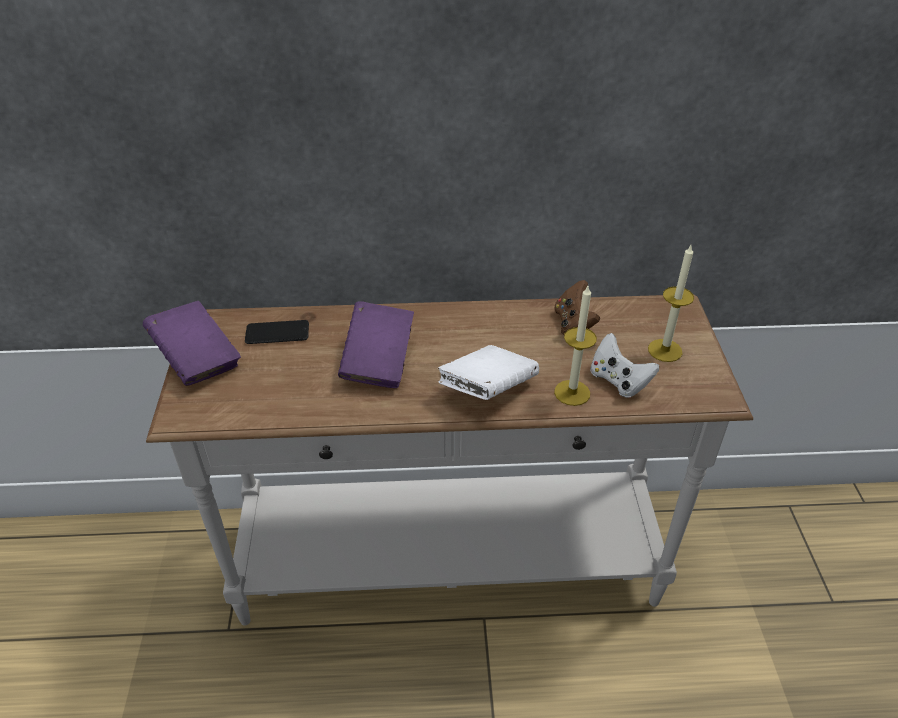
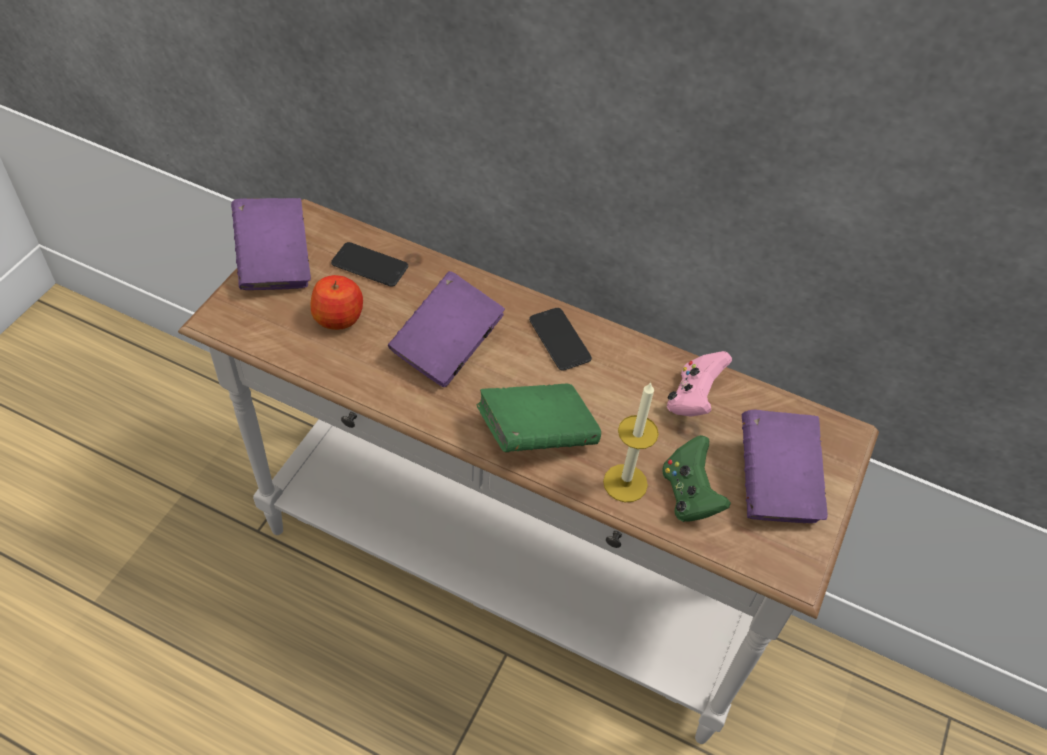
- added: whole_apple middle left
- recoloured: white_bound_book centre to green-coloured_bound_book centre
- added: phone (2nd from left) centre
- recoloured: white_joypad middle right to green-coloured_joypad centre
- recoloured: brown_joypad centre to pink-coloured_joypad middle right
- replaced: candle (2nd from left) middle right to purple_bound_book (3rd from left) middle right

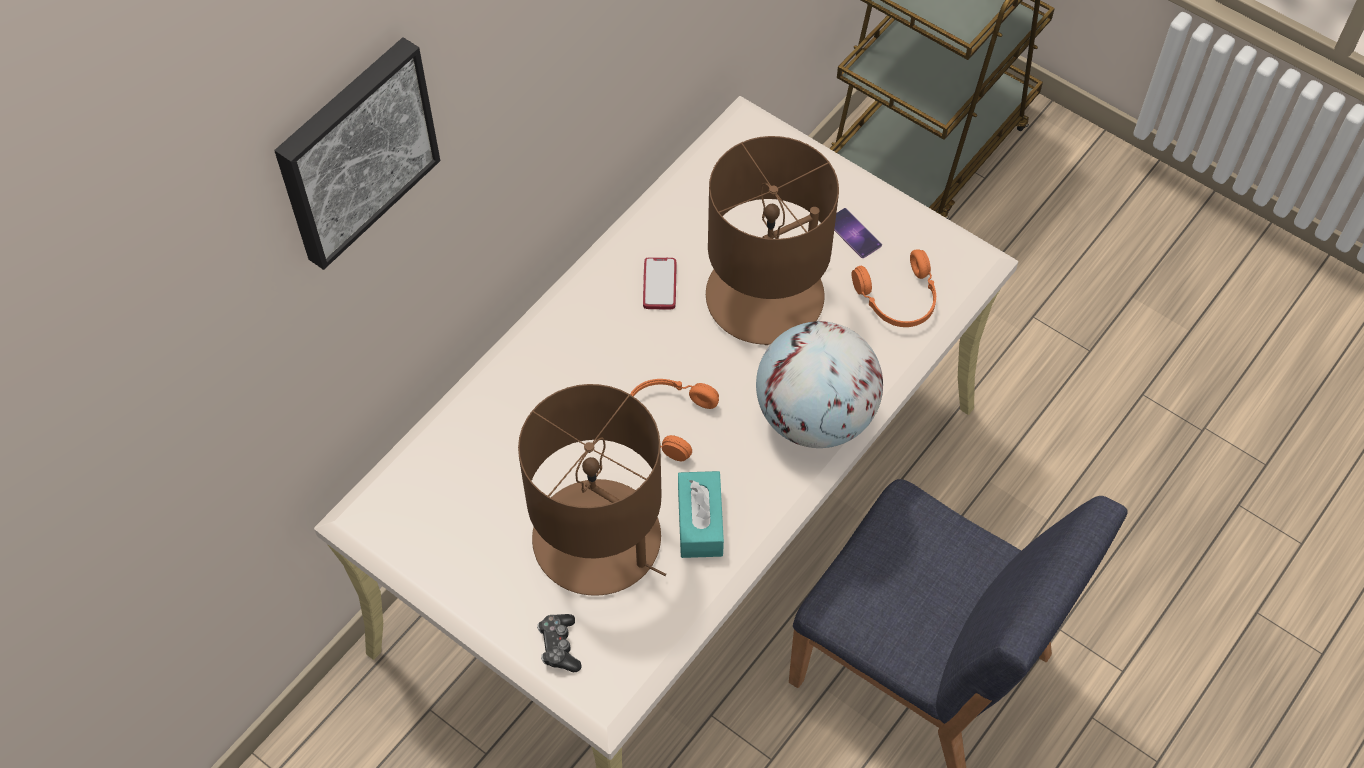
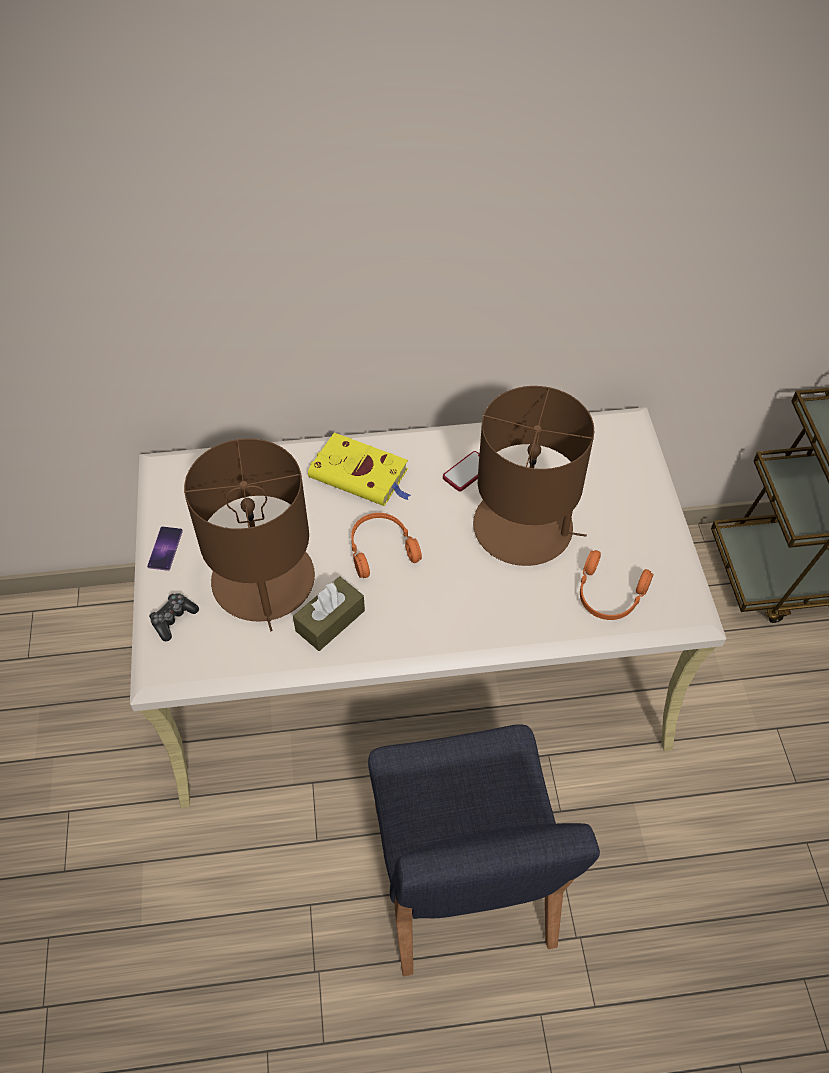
- moved: phone (2nd from left in the first image) top centre to phone (1st from left) middle left
- recoloured: turquoise_tissue_holder bottom centre to brown_tissue_holder centre
- added: yellow_bound_book centre
- removed: wall_picture top left
- removed: globe centre

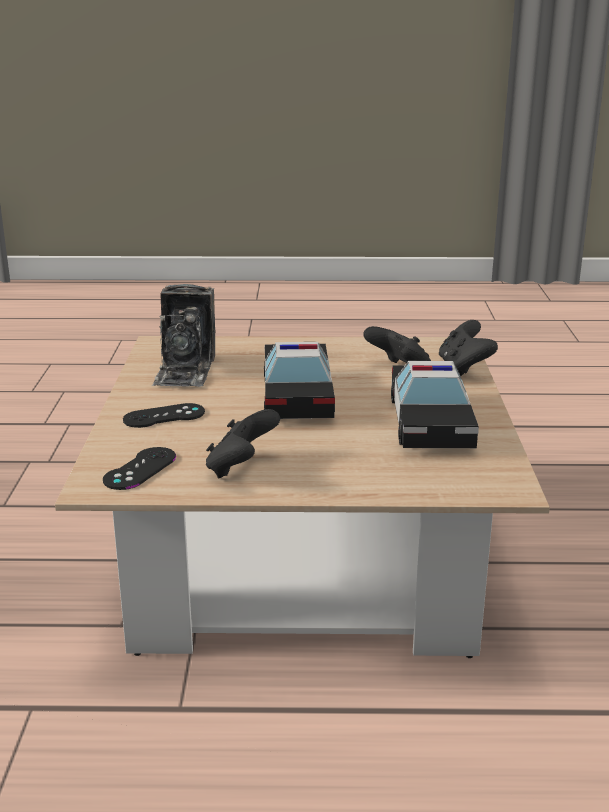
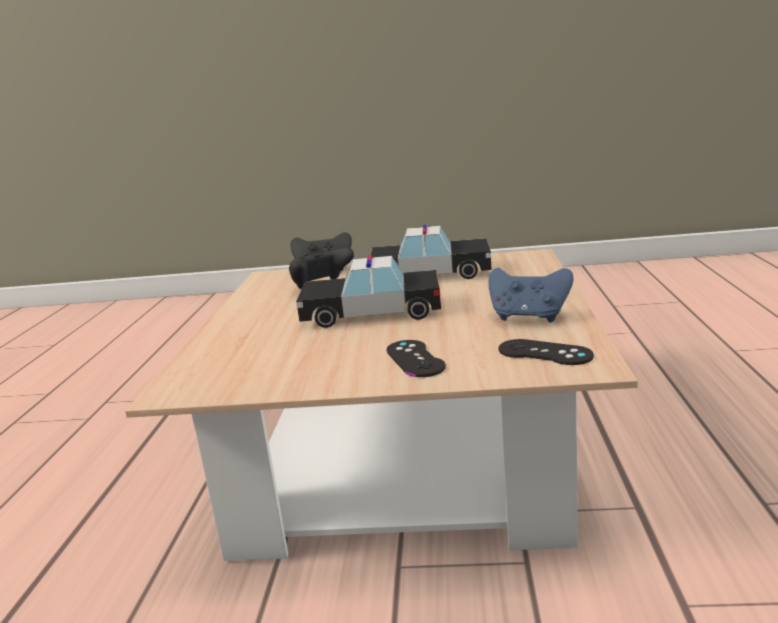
- recoloured: black_joypad (3rd from left) centre to bluish_joypad middle right
- removed: photo_camera middle left

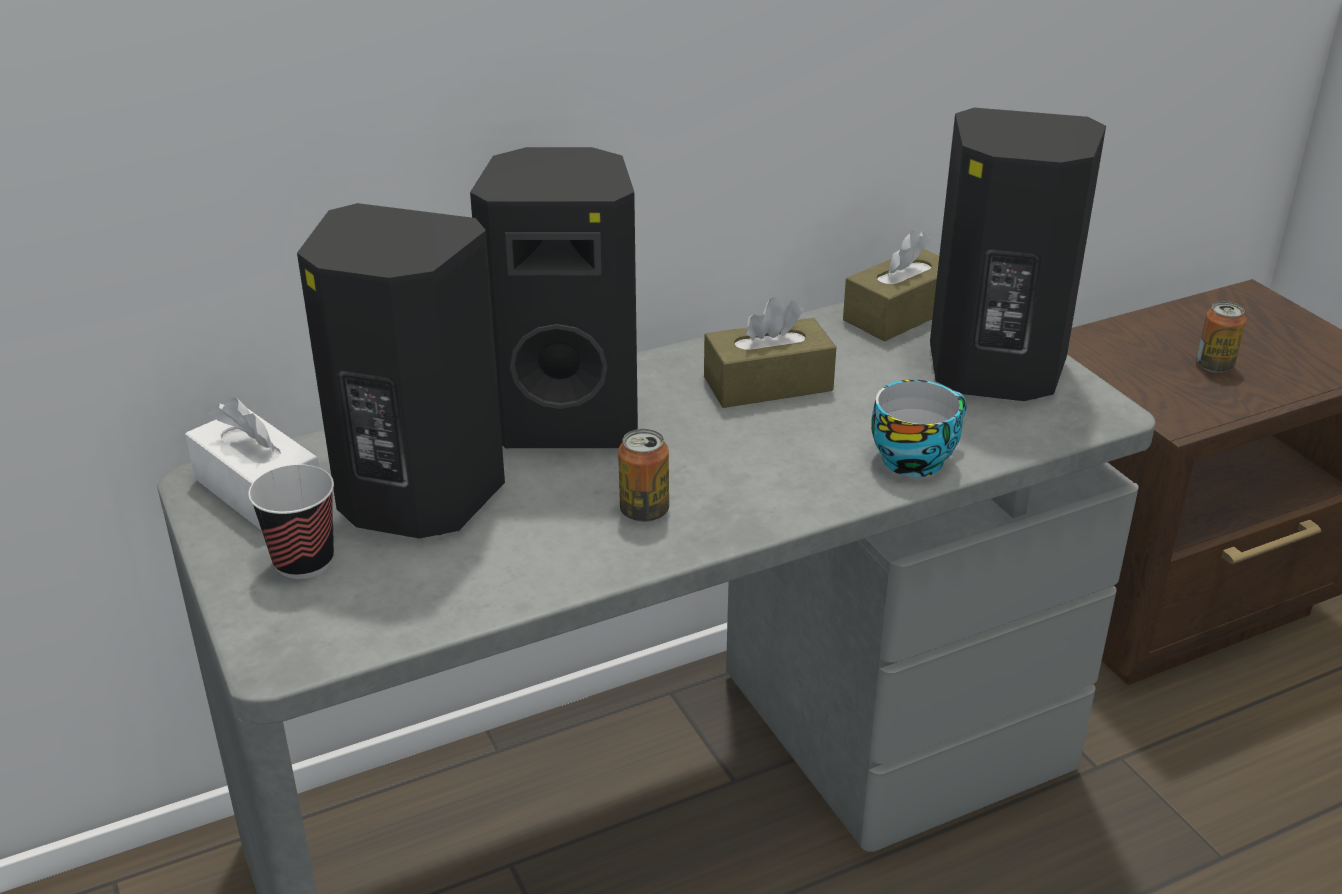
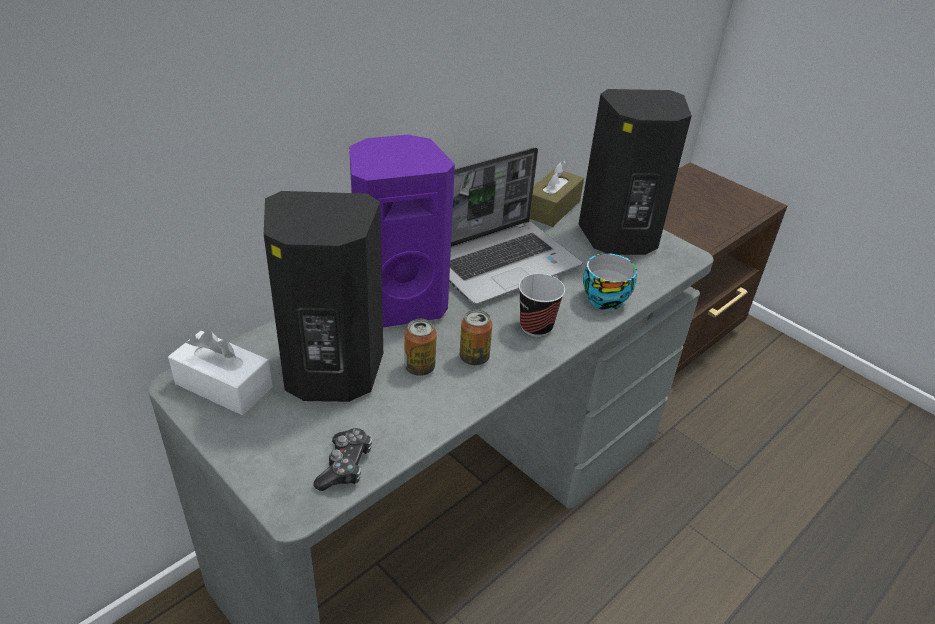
- added: joypad bottom centre
- recoloured: black_loudspeaker (2nd from left) top centre to purple_loudspeaker centre
- moved: metal_can (2nd from left in the first image) middle right to metal_can (1st from left) centre
- replaced: brown_tissue_holder (1st from left) centre to notebook_computer centre
- moved: small_cup (1st from left) middle left to centre

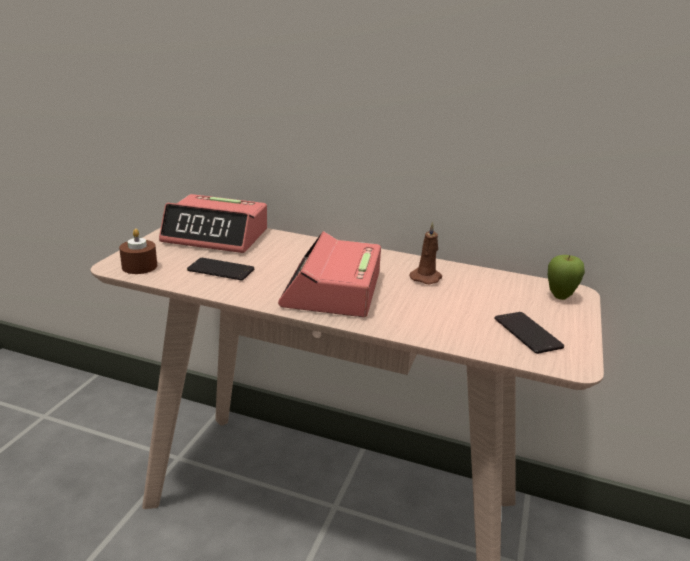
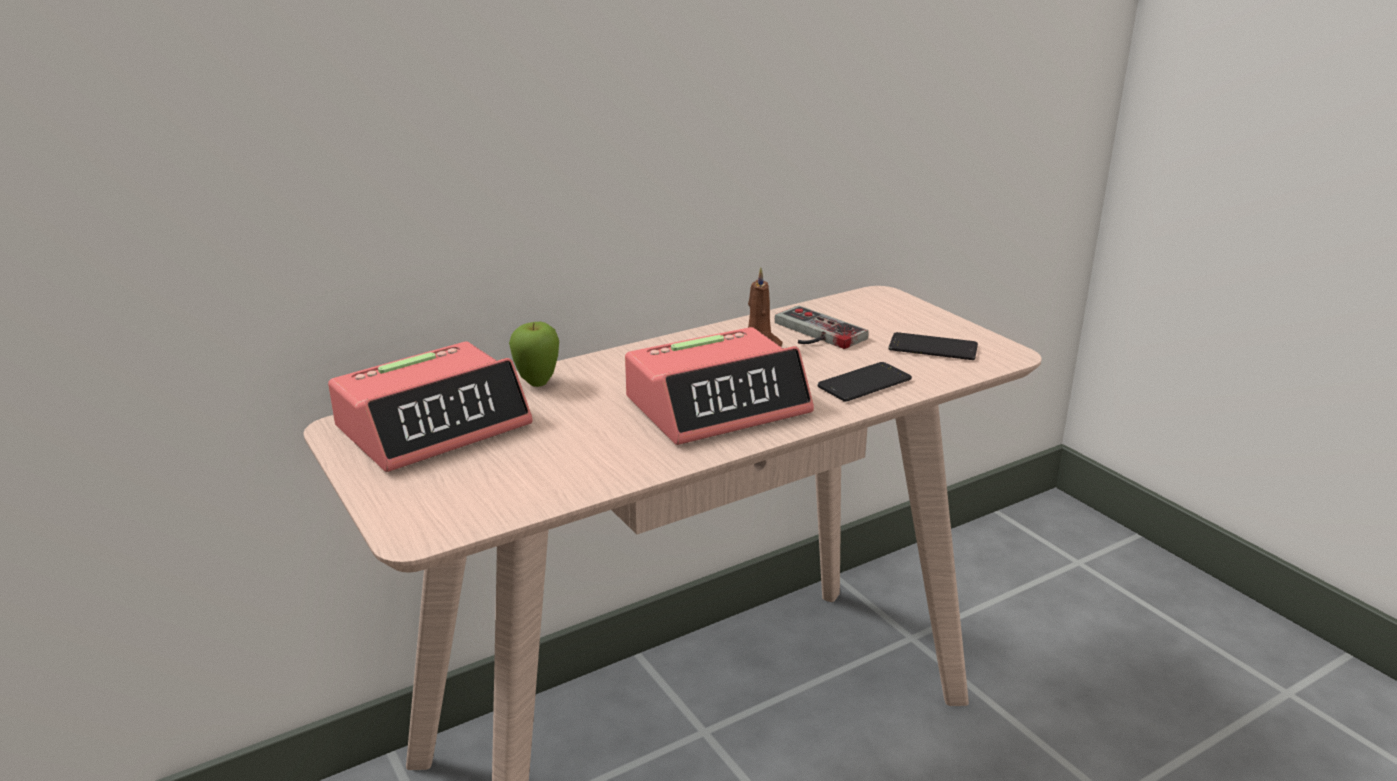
- moved: whole_apple middle right to centre
- turned: alarm_clock (2nd from left) centre = centre 75 degrees counterclockwise
- added: joypad centre
- moved: phone (1st from left) middle left to centre
- removed: brown_candle (1st from left) middle left

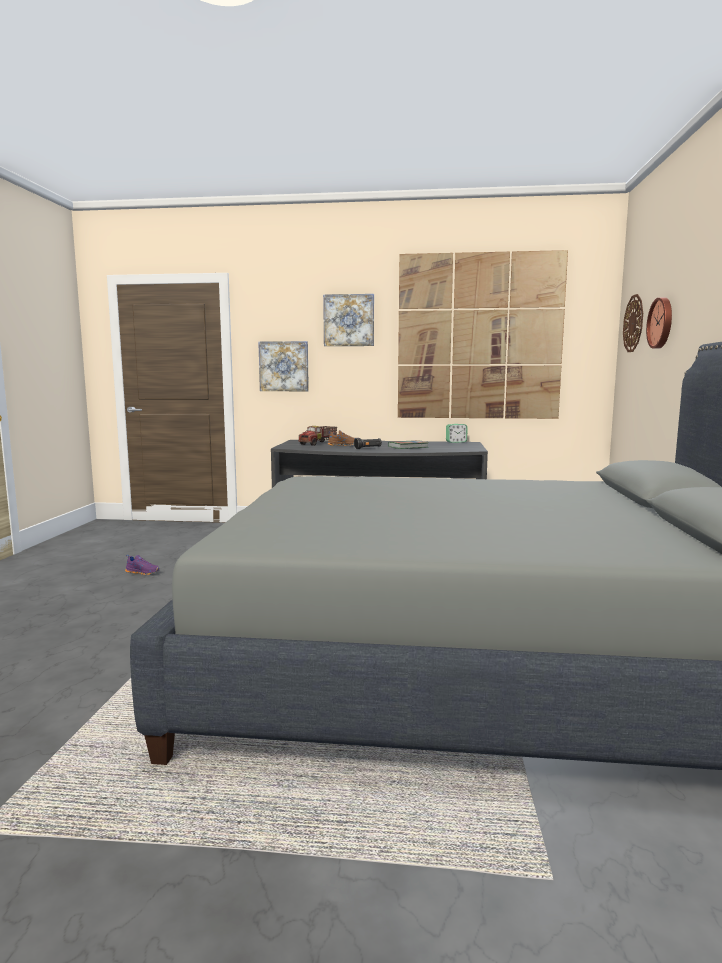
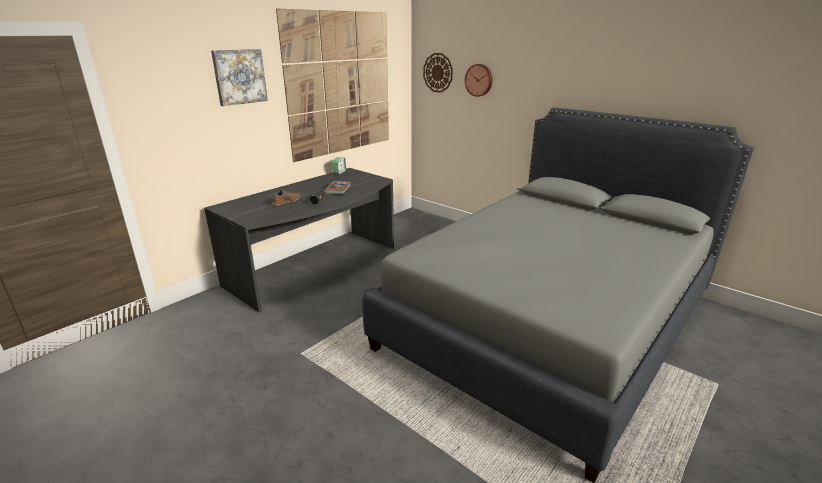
- removed: purple_shoe middle left
- removed: wall_picture (1st from left) centre
- removed: toy_truck centre

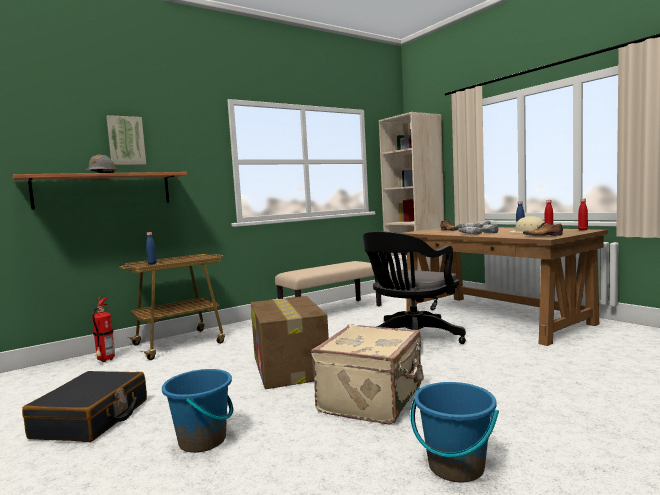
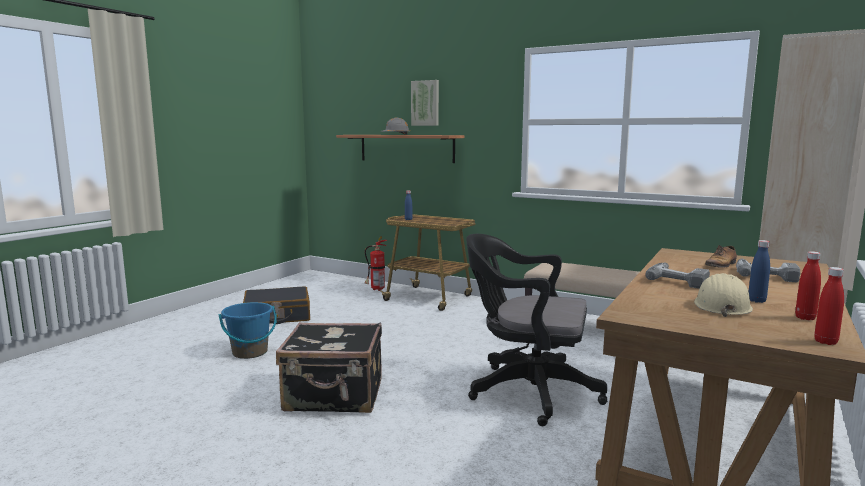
- recoloured: sand-coloured_piece_of_luggage bottom centre to black_piece_of_luggage (2nd from left) bottom centre
- removed: carton bottom centre
- removed: bluish_pail (2nd from left) bottom right
- removed: shoe (2nd from left) middle right

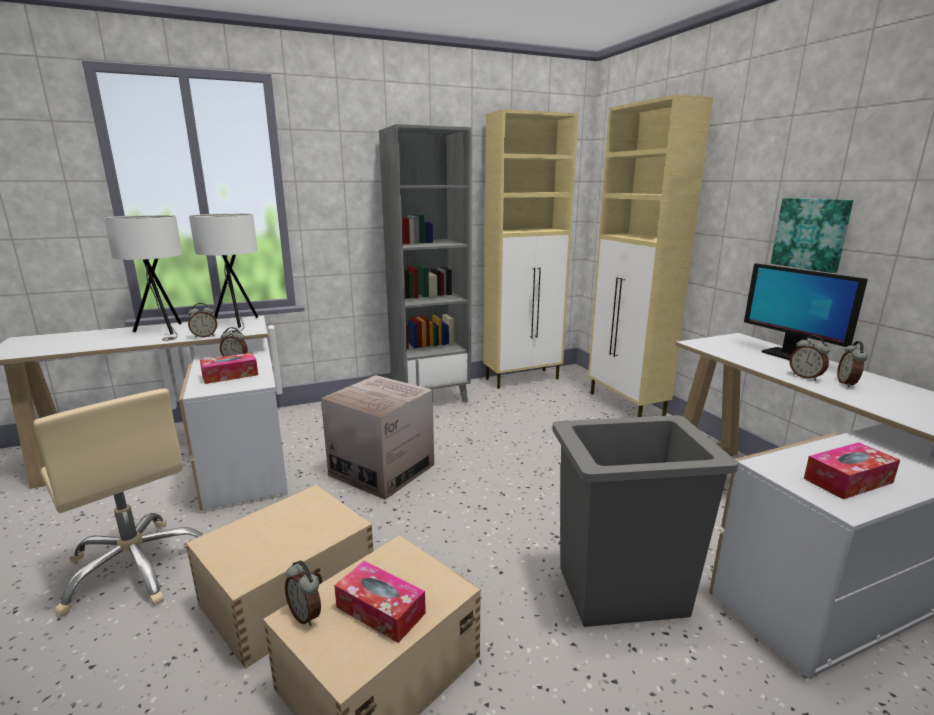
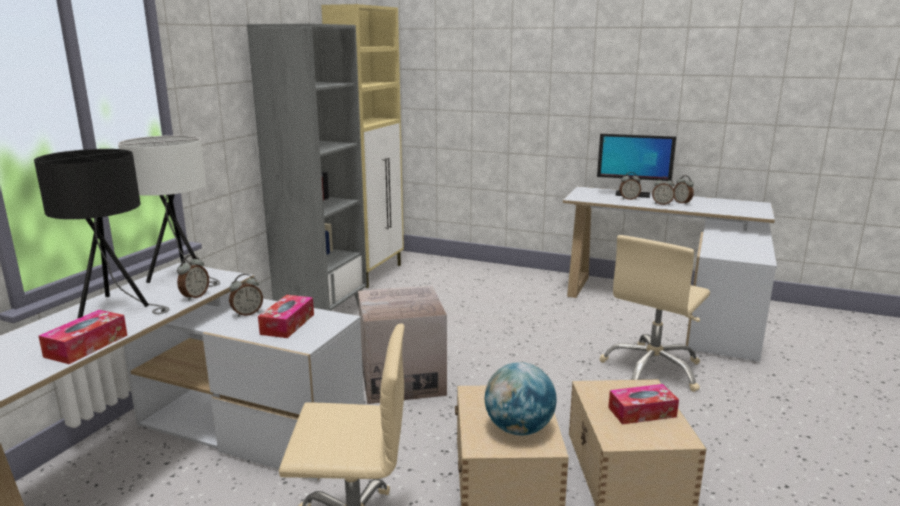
- recoloured: white_tabletop_lamp (1st from left) middle left to black_tabletop_lamp middle left
- moved: tissue_holder (3rd from left in the first image) middle right to tissue_holder (1st from left) middle left
- added: globe bottom centre
- replaced: greyish_trash_can bottom right to sand-coloured_desk_chair (2nd from left) middle right
- moved: alarm_clock (3rd from left) bottom left to middle right
- removed: sand-coloured_storage_cabinet (2nd from left) middle right
- removed: wall_picture top right

